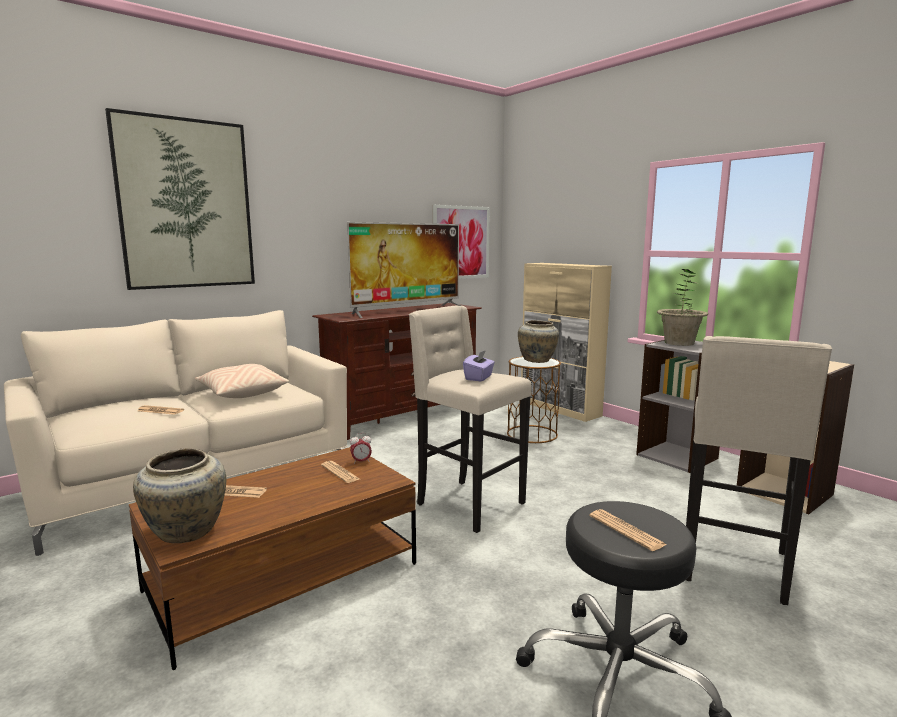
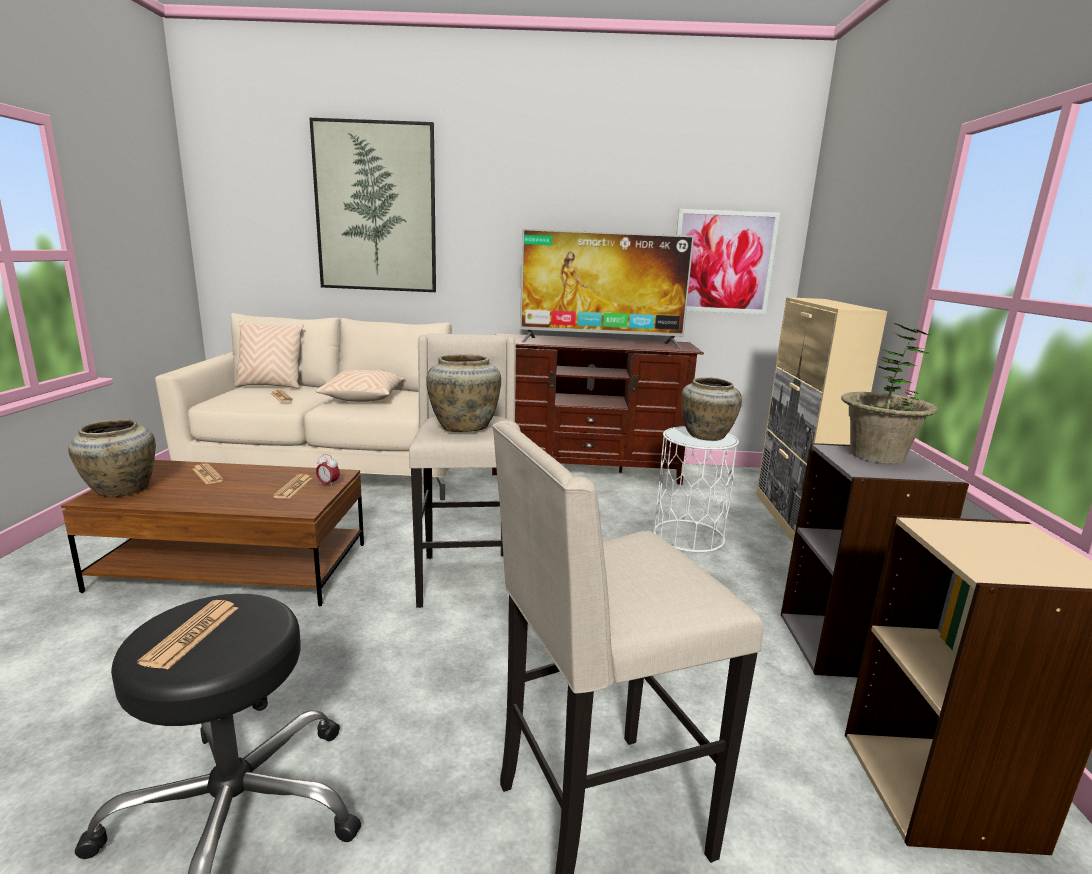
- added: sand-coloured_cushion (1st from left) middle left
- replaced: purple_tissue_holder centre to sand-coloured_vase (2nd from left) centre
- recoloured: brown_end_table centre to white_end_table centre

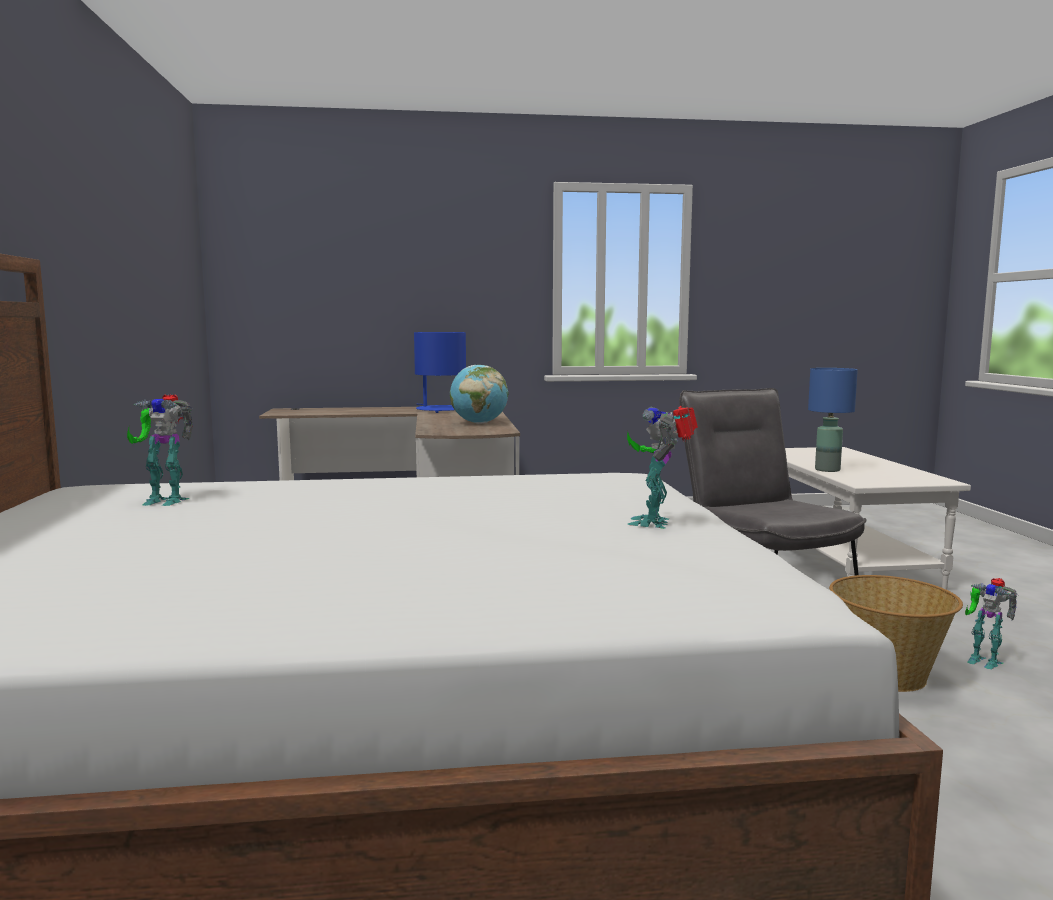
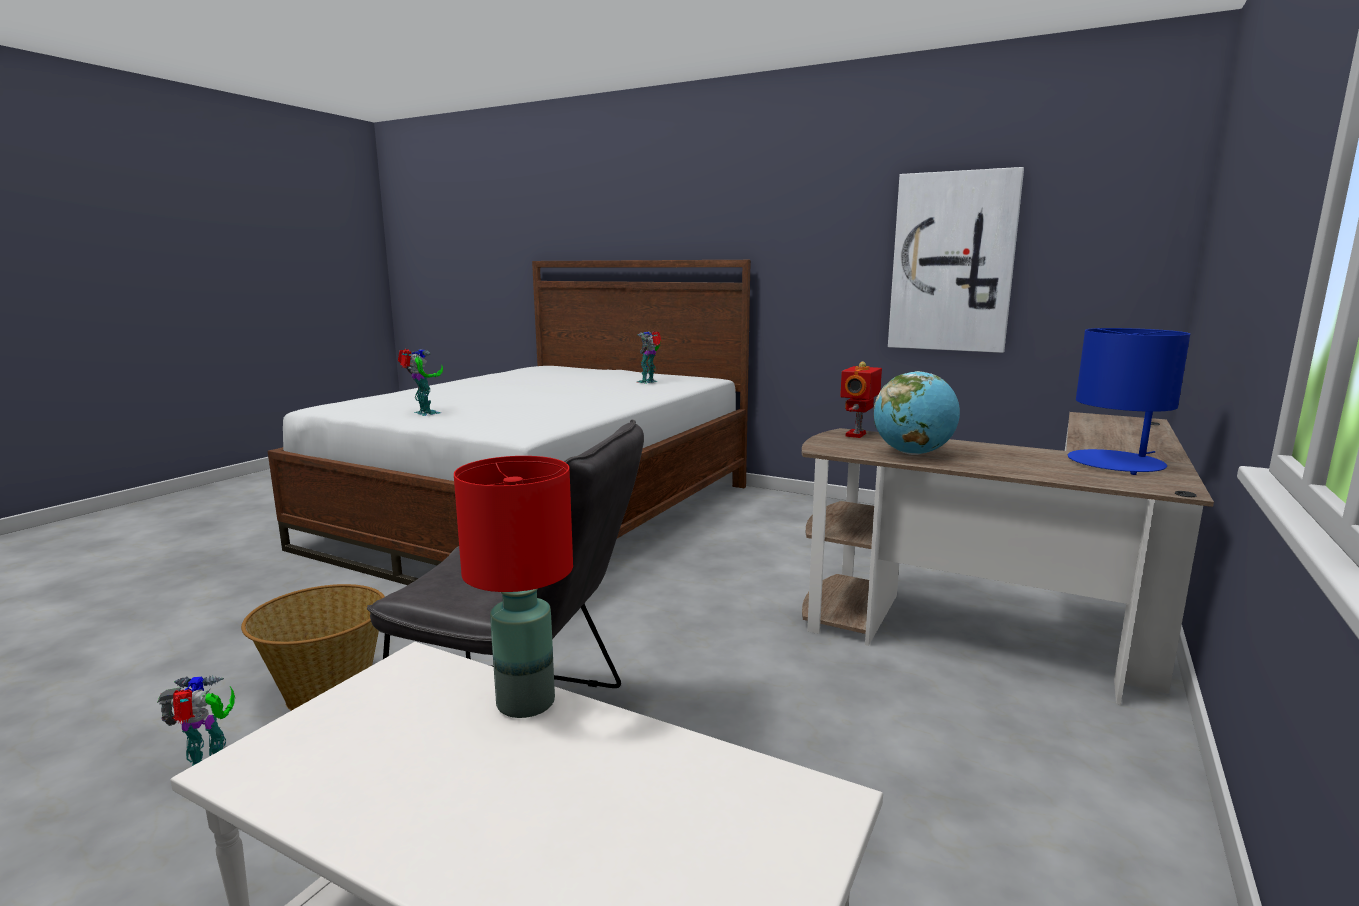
- recoloured: bluish_tabletop_lamp (2nd from left) middle right to red-coloured_tabletop_lamp centre
- added: model_robot (4th from left) centre
- added: wall_picture top right

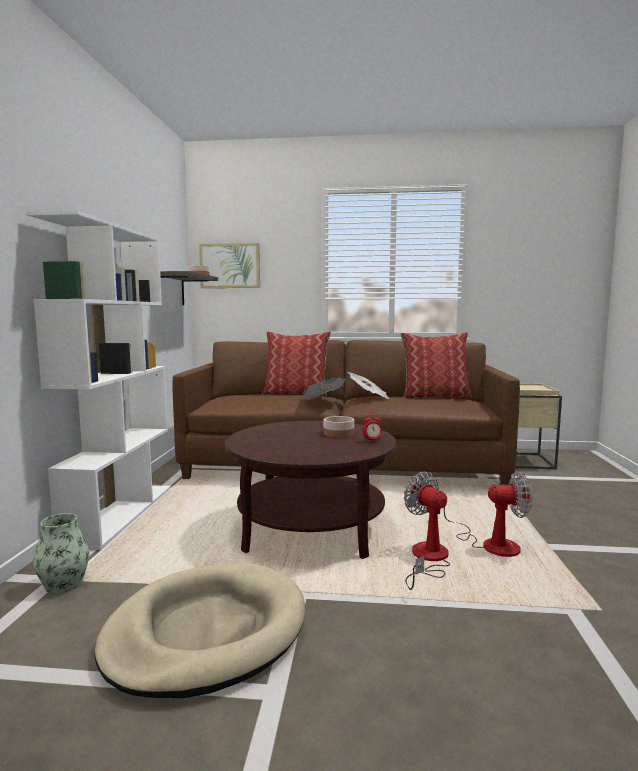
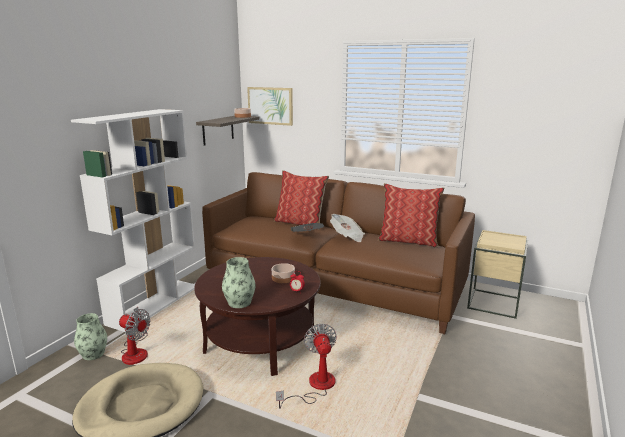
- moved: electric_fan (2nd from left in the first image) bottom right to electric_fan (1st from left) bottom left
- added: vase (2nd from left) centre

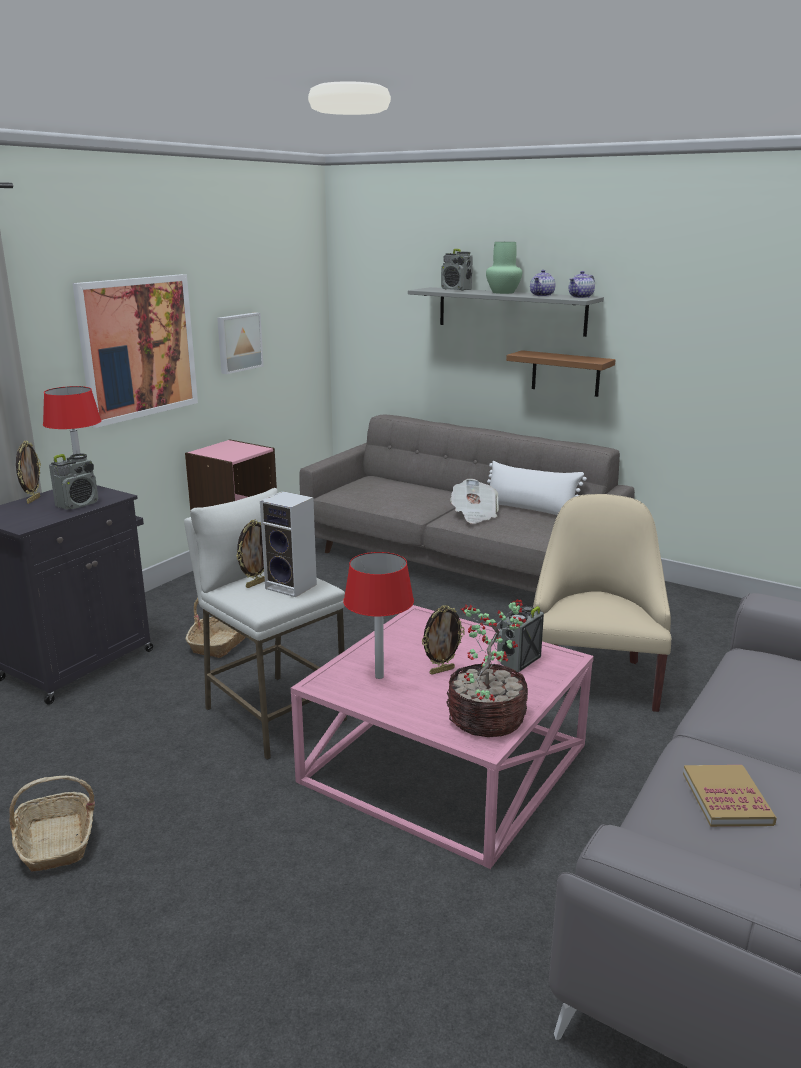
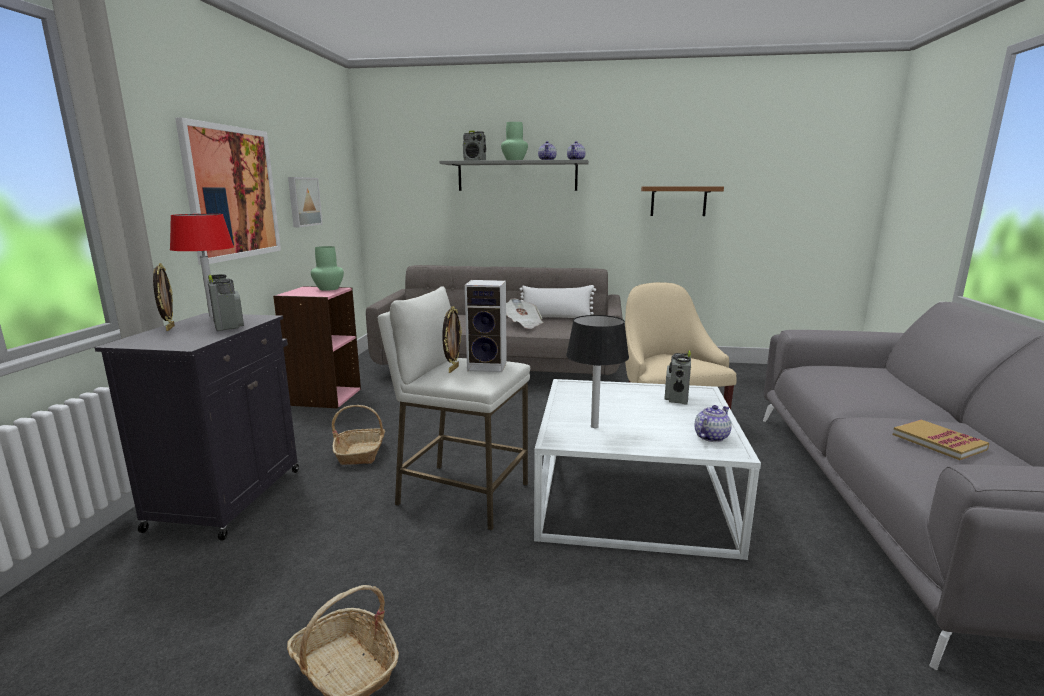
- turned: radio_set (1st from left) middle left = middle left 45 degrees counterclockwise
- added: green-coloured_vase (1st from left) middle left
- recoloured: pink-coloured_coffee_table bottom centre to white_coffee_table bottom centre
- recoloured: red-coloured_tabletop_lamp (2nd from left) centre to black_tabletop_lamp centre
- moved: brown_wall_shelf middle right to top centre
- replaced: houseplant centre to tea_pot (3rd from left) middle right
- removed: picture_frame (3rd from left) centre

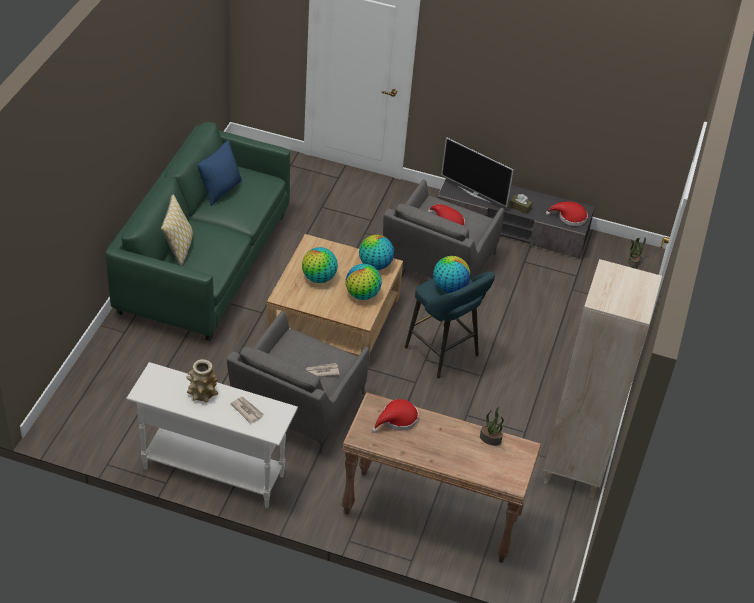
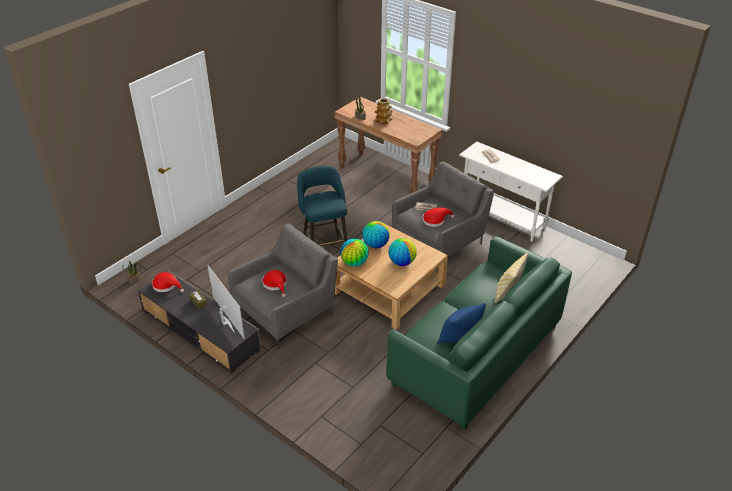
- moved: vase middle left to top centre
- moved: red-coloured_clothing_hat (1st from left in the first image) bottom centre to red-coloured_clothing_hat (3rd from left) centre
- removed: globe (4th from left) centre
- removed: sand-coloured_bookshelf middle right

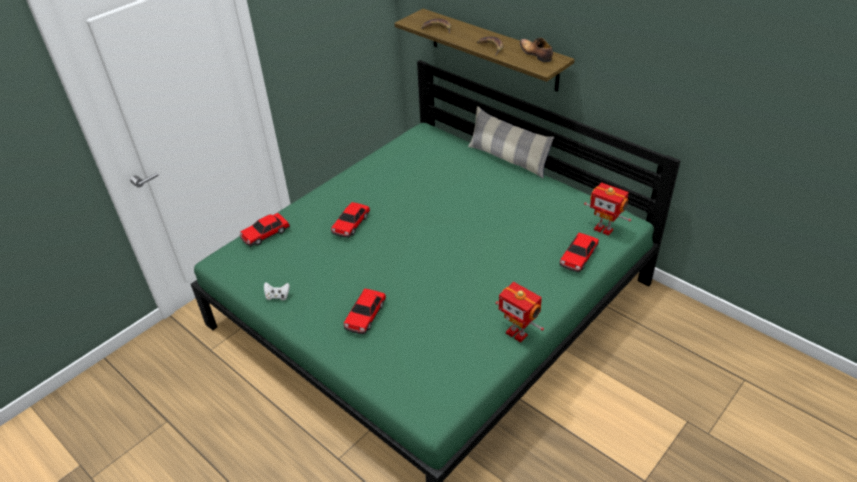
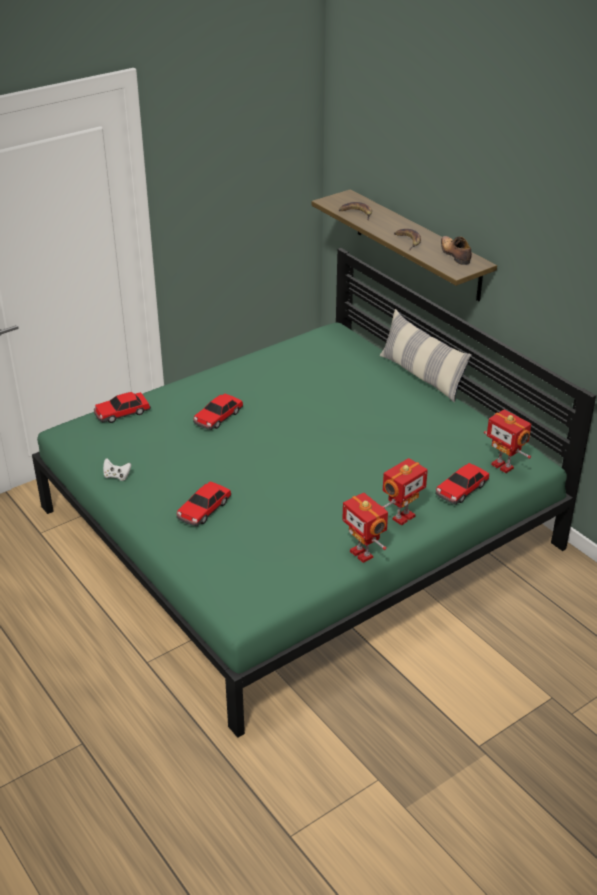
- added: model_robot (2nd from left) middle right

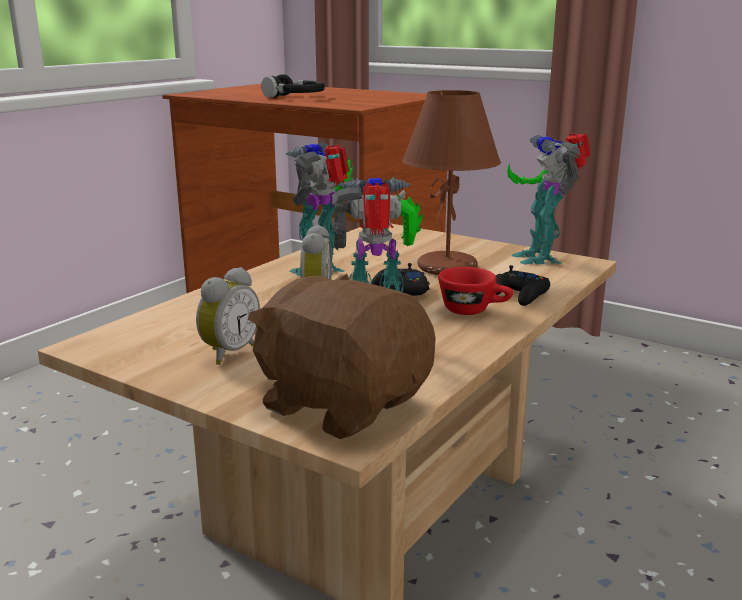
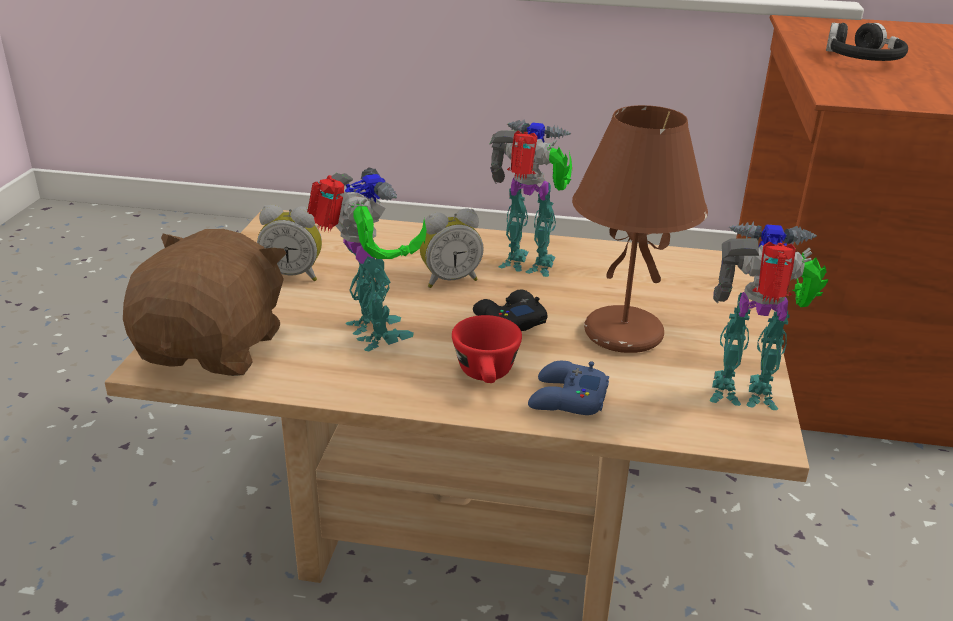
- recoloured: black_joypad (2nd from left) middle right to bluish_joypad centre
- turned: model_robot (3rd from left) top right = middle right 45 degrees clockwise

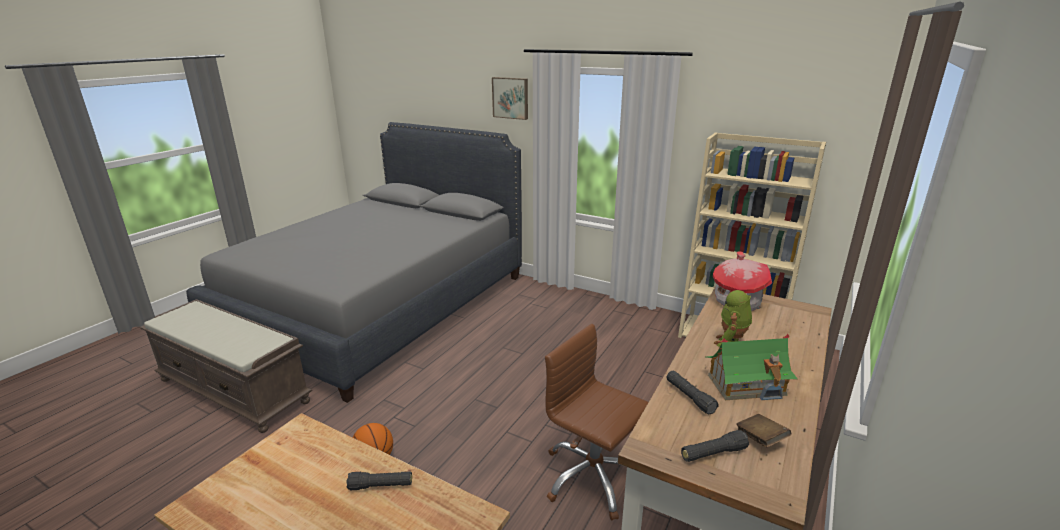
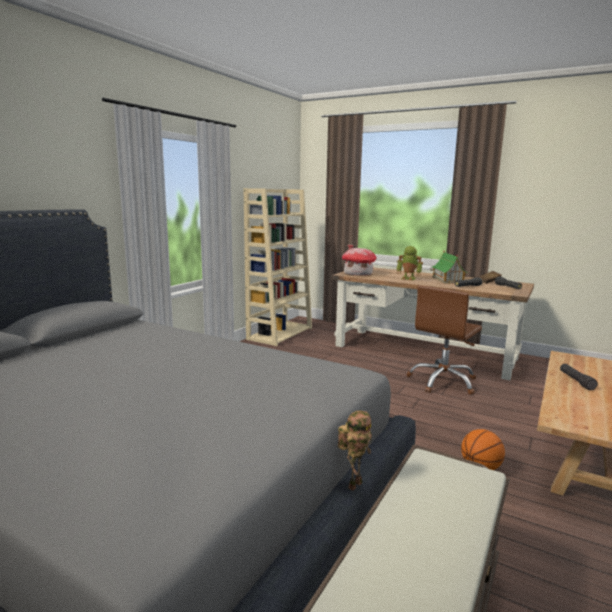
- added: model_robot (1st from left) bottom centre
- removed: wall_picture top centre

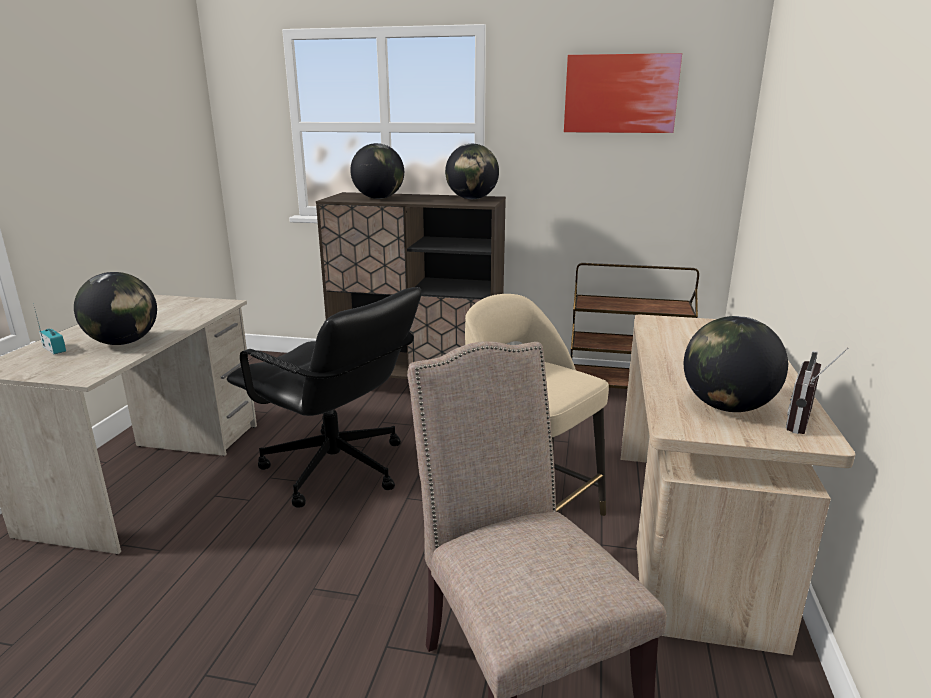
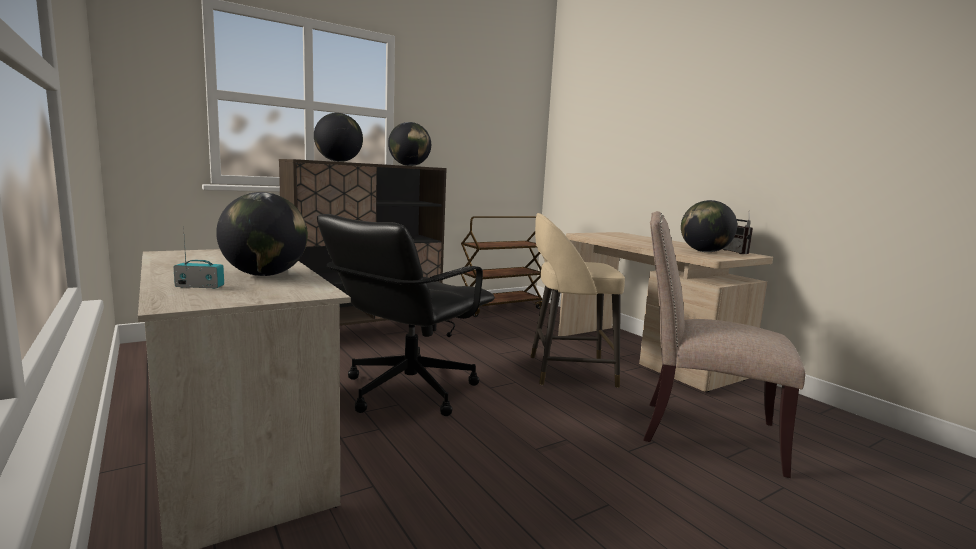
- turned: black_desk_chair centre = centre 135 degrees clockwise
- removed: wall_picture top right

